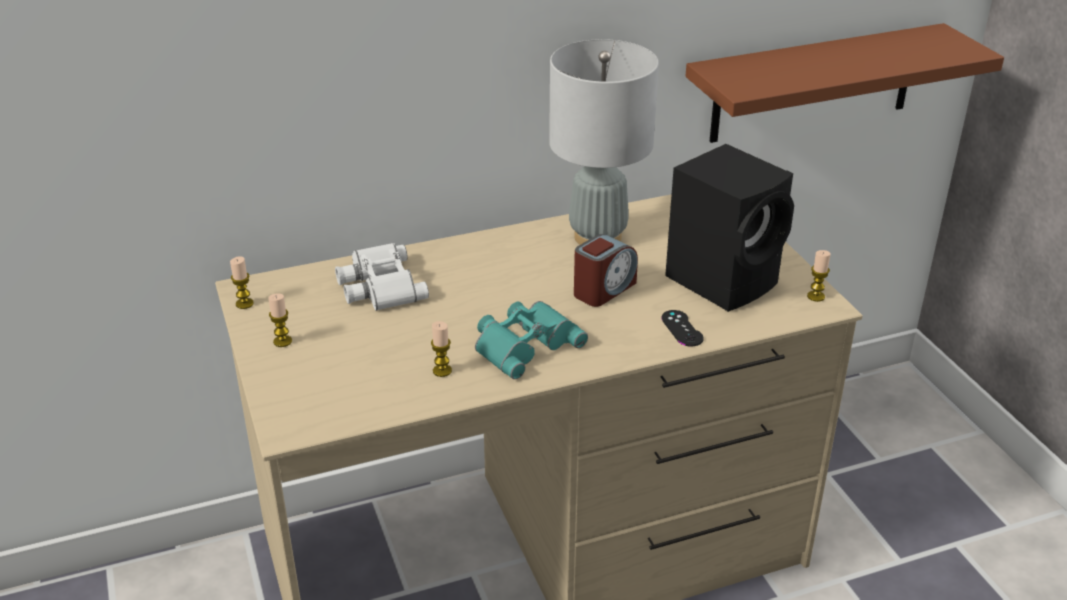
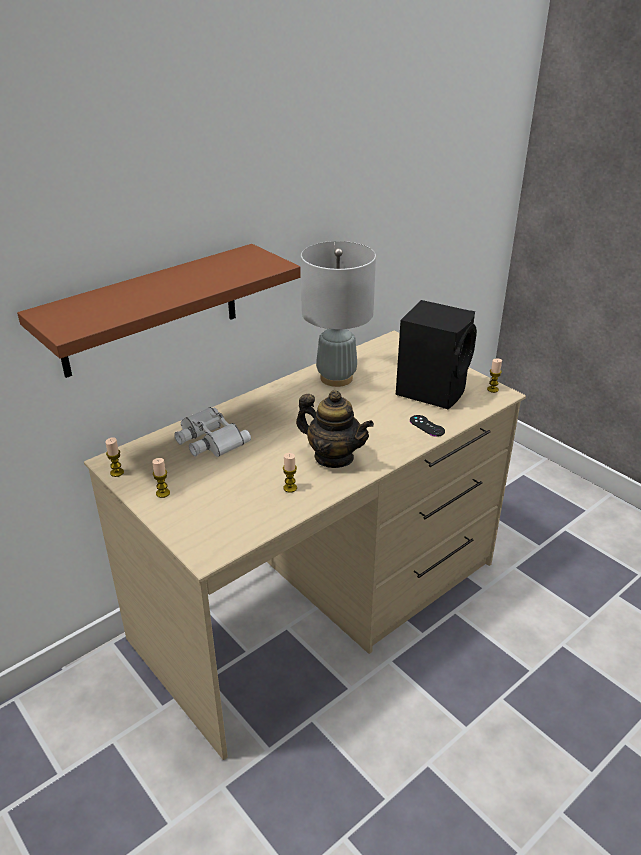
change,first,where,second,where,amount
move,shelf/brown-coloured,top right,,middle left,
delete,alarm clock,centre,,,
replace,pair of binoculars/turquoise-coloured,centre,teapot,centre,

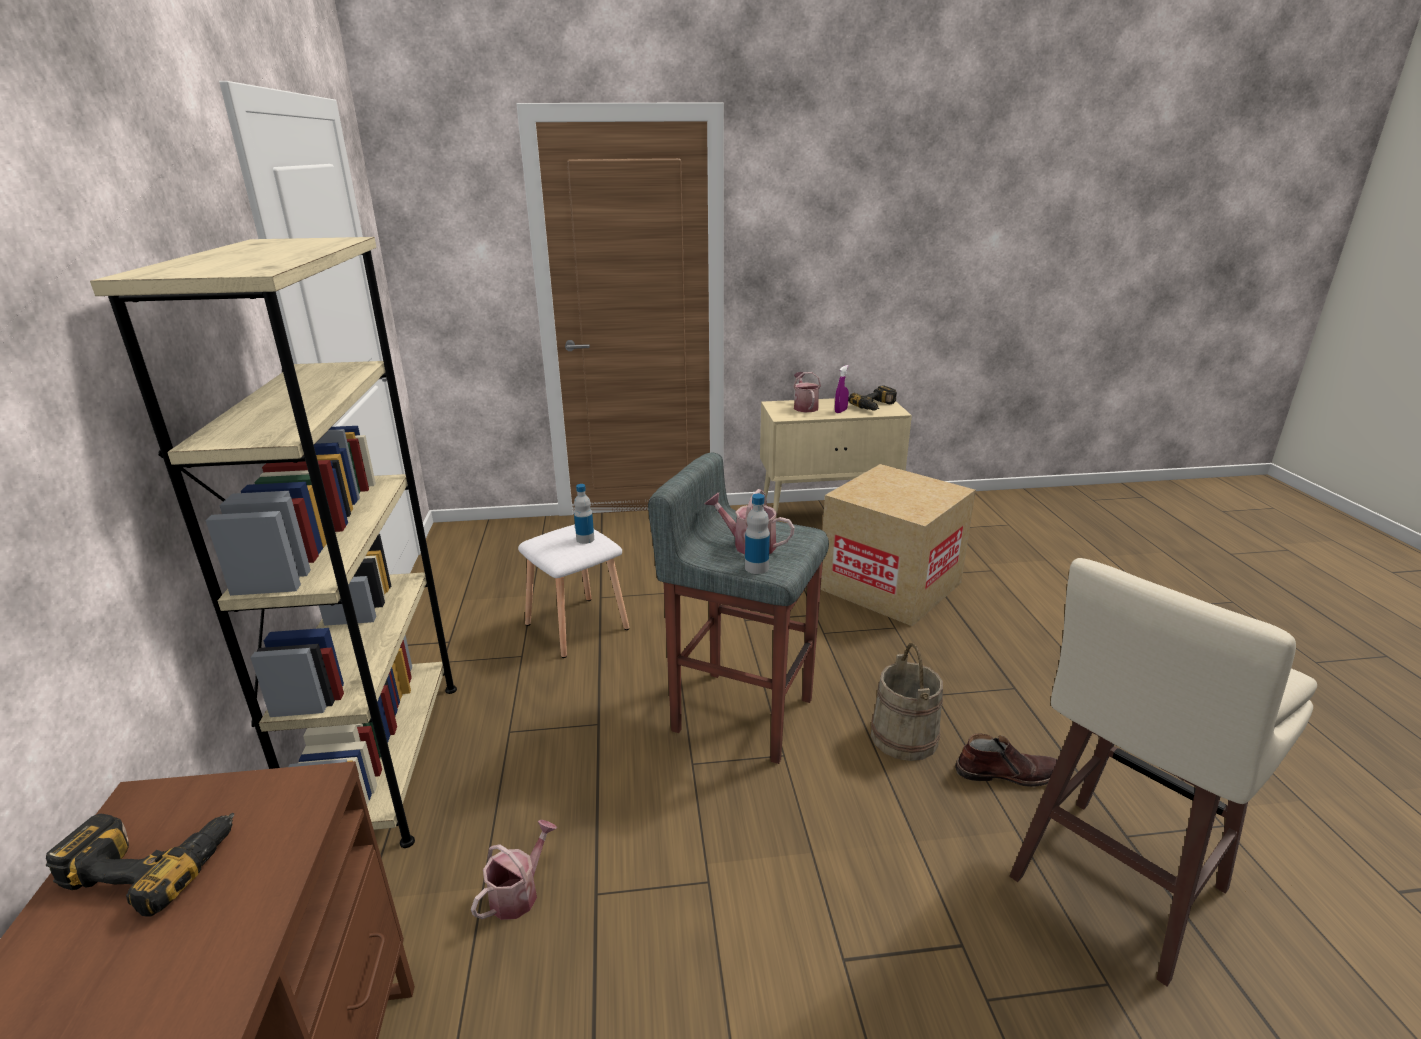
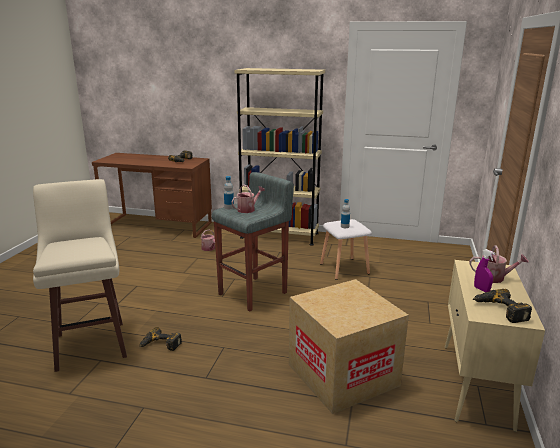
change,first,where,second,where,amount
delete,water bucket/sand-coloured,bottom centre,,,
replace,boot/brown-coloured,bottom right,electric drill (1st from left),bottom left,

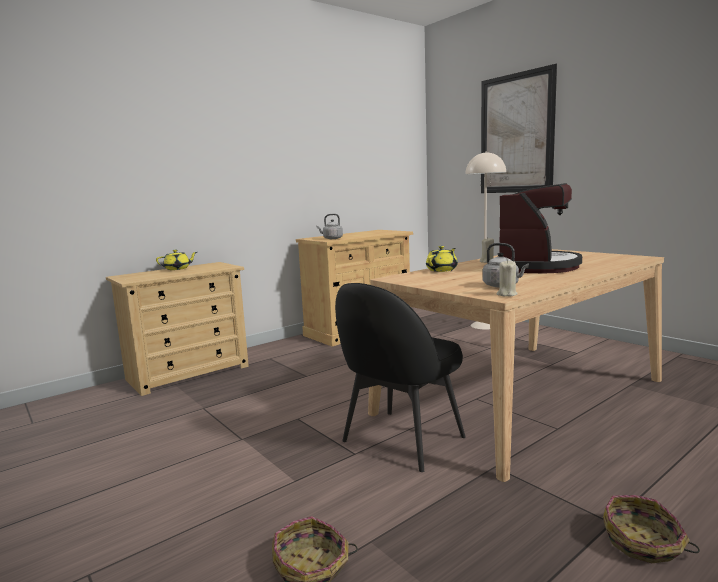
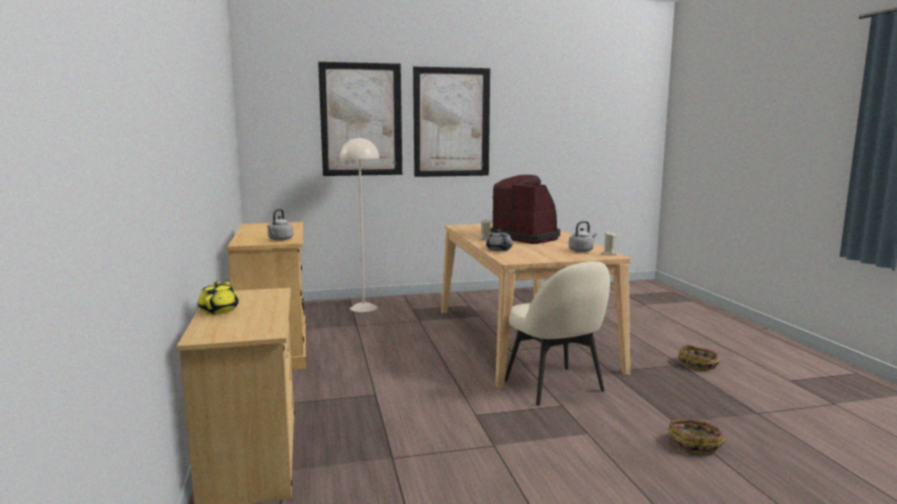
change,first,where,second,where,amount
recolor,teapot/yellow-coloured (2nd from left),centre,teapot/greyish,centre,
recolor,upright chair/black,centre,upright chair/sand-coloured,centre,
insert,,,wall art (2nd from left),top centre,

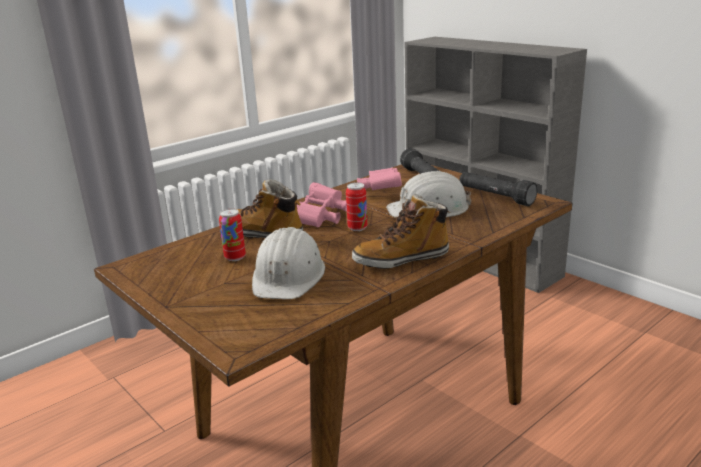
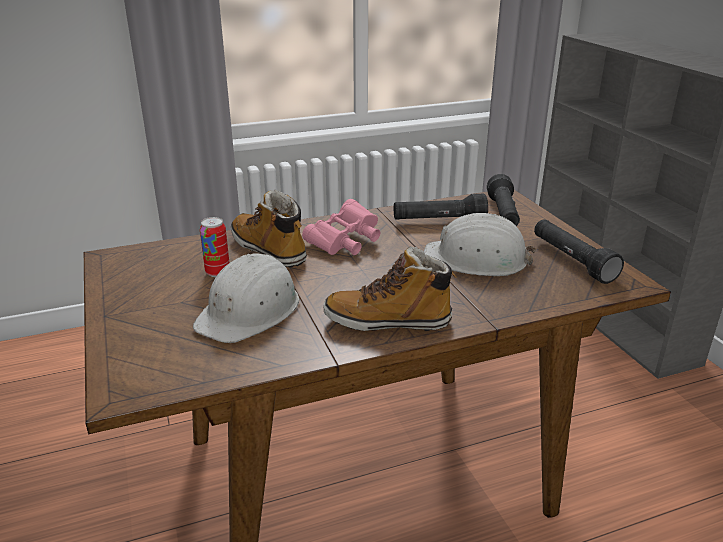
change,first,where,second,where,amount
replace,pair of binoculars/pinkish (2nd from left),centre,hand torch/black (1st from left),centre,
delete,can (2nd from left),centre,,,

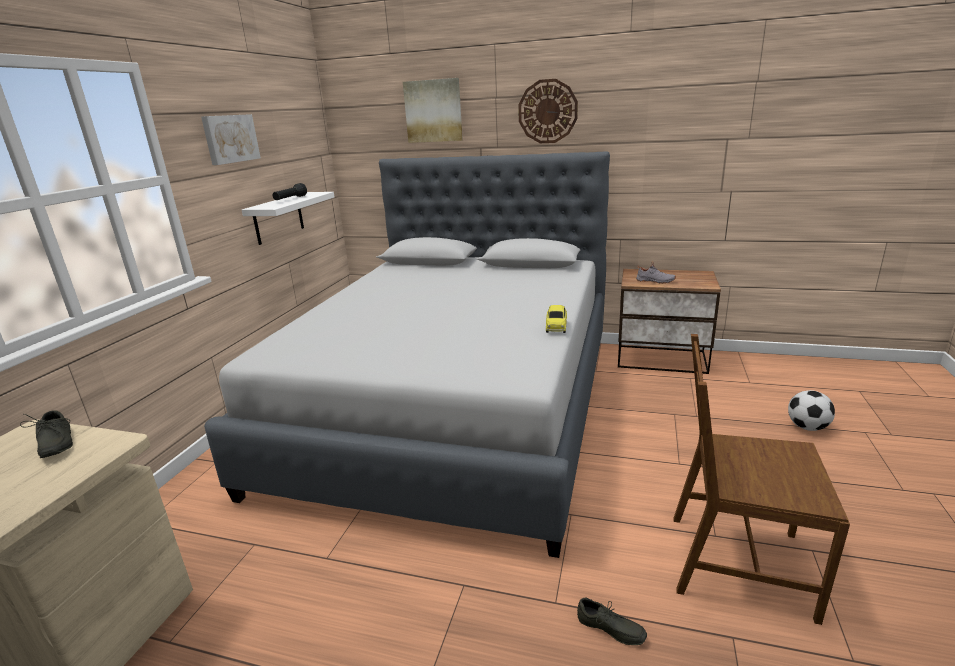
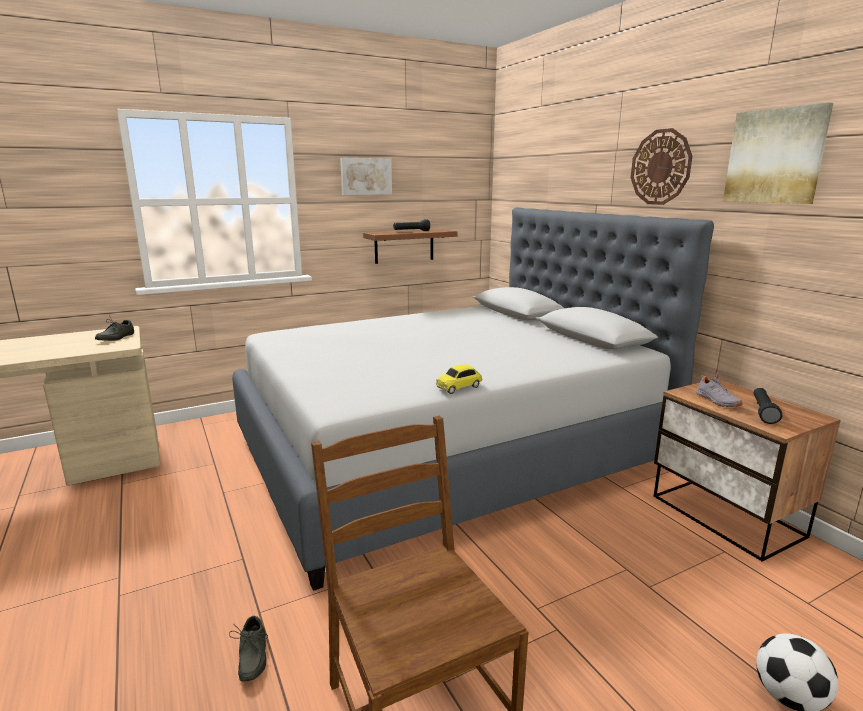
change,first,where,second,where,amount
move,wall art (2nd from left),top centre,,top right,
recolor,shelf/whitish,top left,shelf/brown-coloured,centre,
insert,,,hand torch/black (2nd from left),middle right,

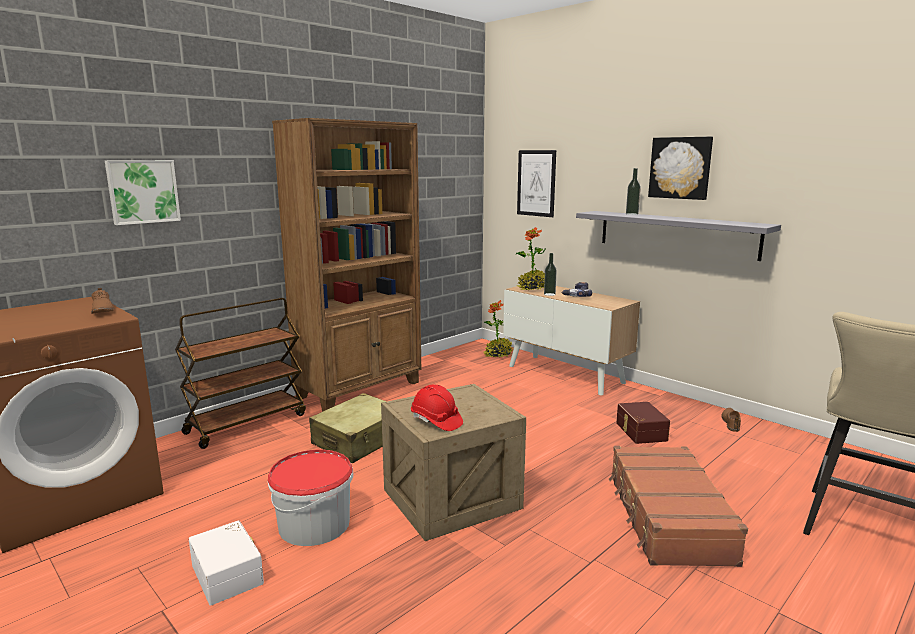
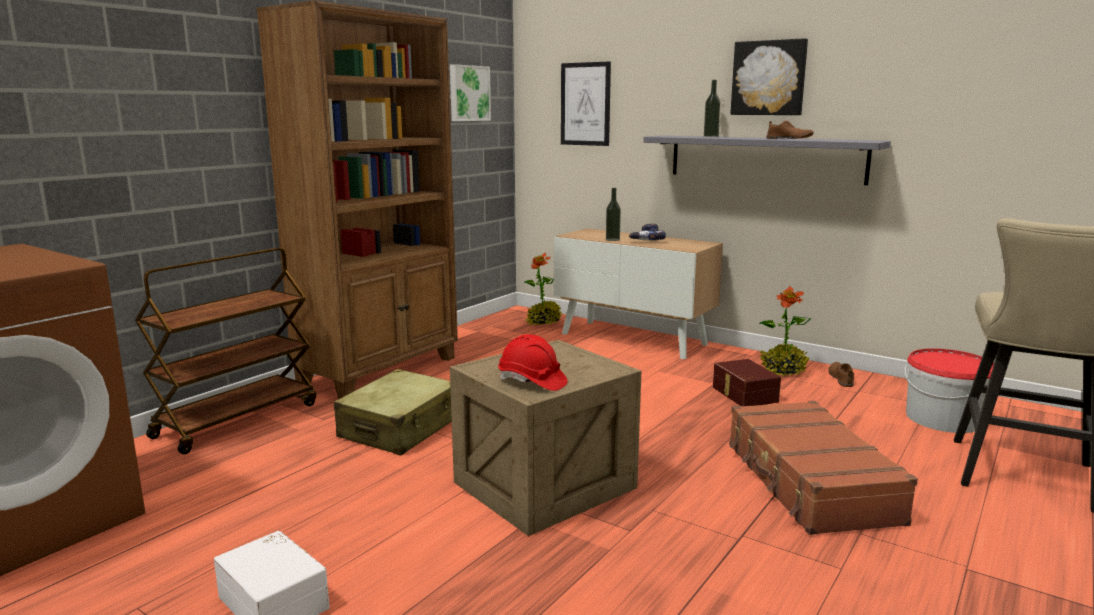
change,first,where,second,where,amount
move,wall art (1st from left),top left,,top centre,
move,potted plant (2nd from left),centre,,middle right,
move,low shoe/brown-coloured (1st from left),middle left,,top right,
move,water bucket,bottom centre,,middle right,

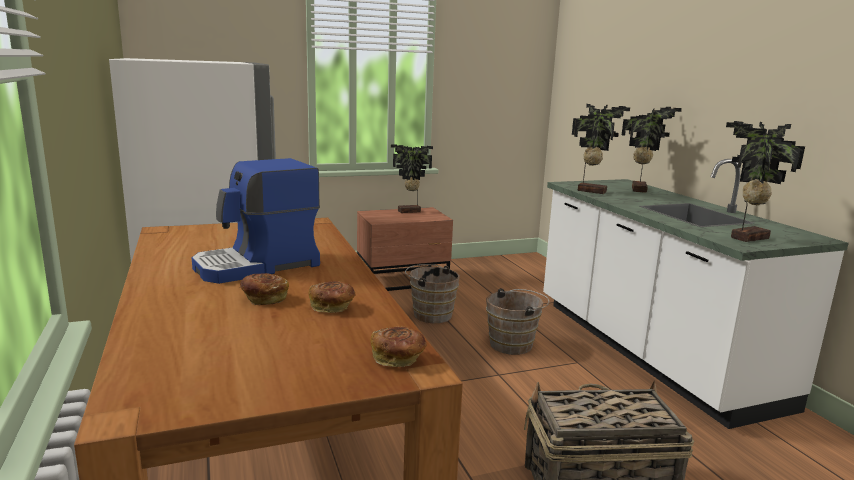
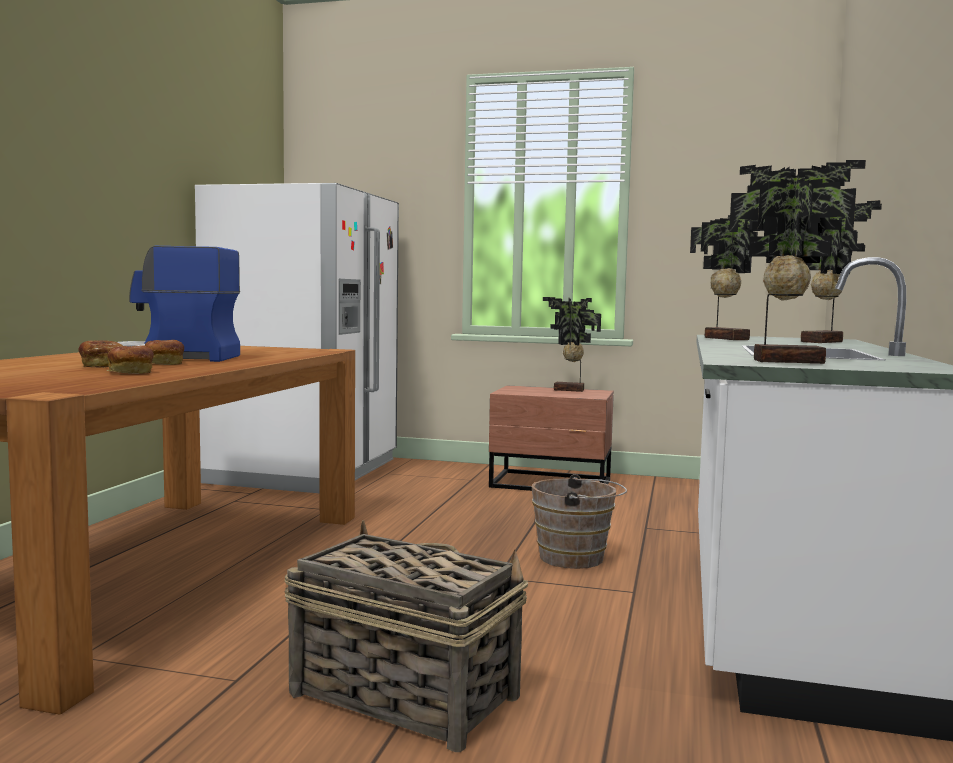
change,first,where,second,where,amount
delete,water bucket/brown-coloured (1st from left),centre,,,
move,bread (3rd from left),bottom centre,,middle left,

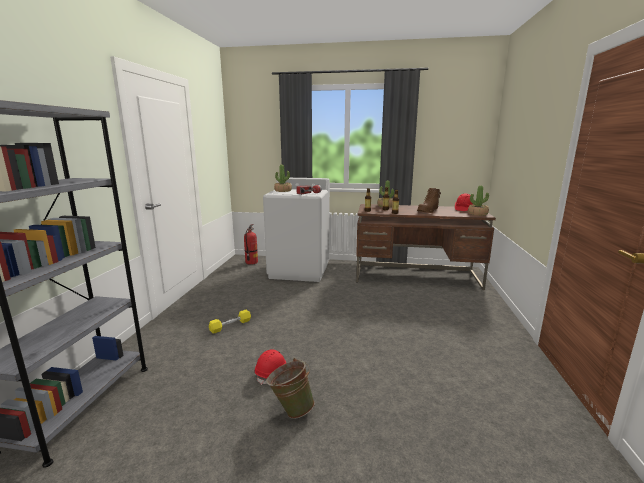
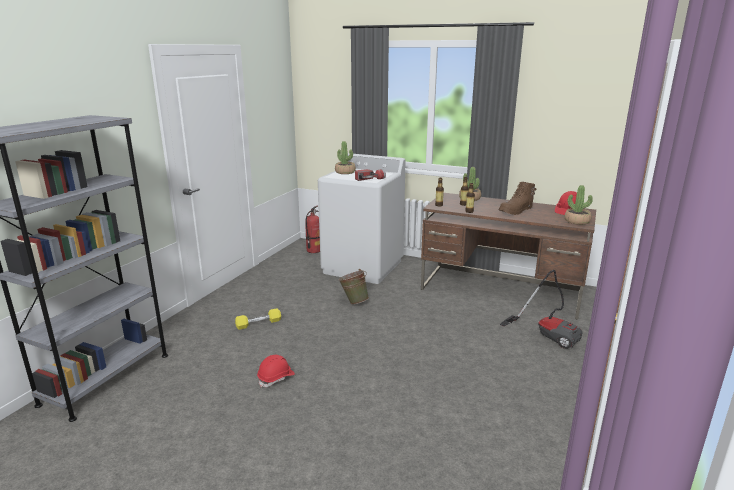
change,first,where,second,where,amount
move,water bucket/green-coloured,bottom centre,,centre,
insert,,,vacuum cleaner,middle right,

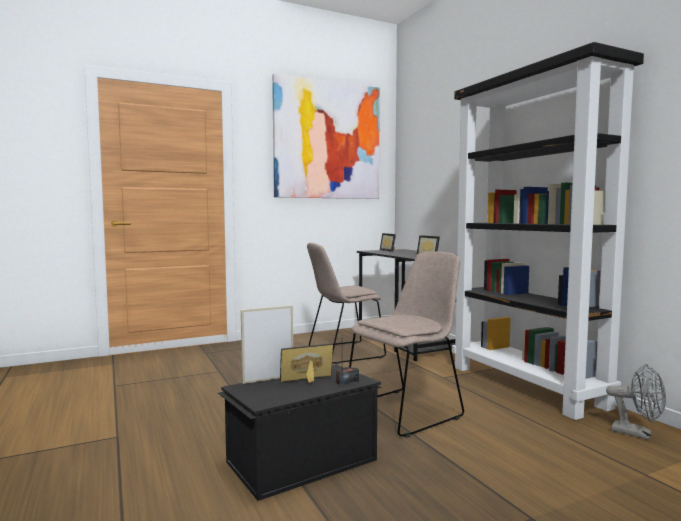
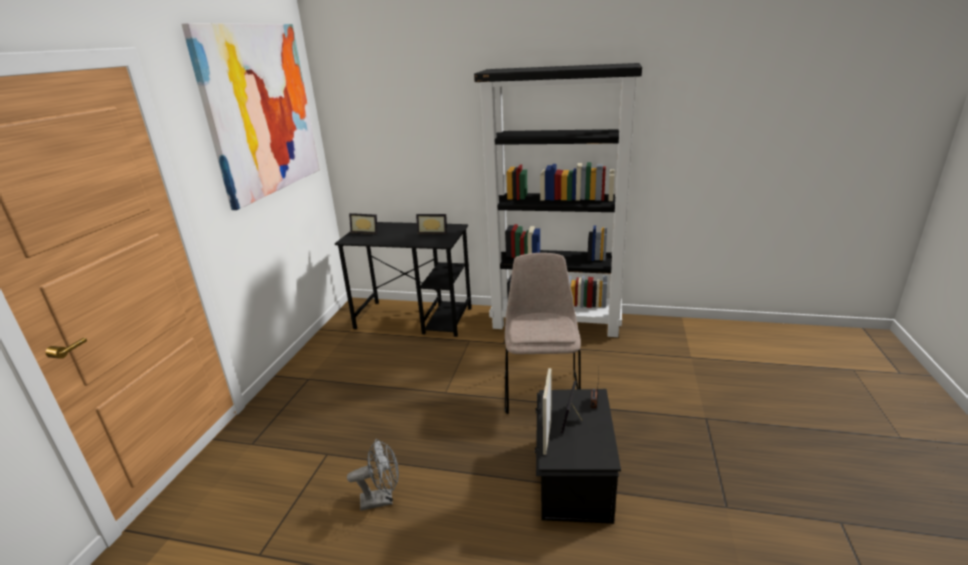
change,first,where,second,where,amount
delete,upright chair/sand-coloured (1st from left),centre,,,
move,fan/greyish,bottom right,,bottom centre,

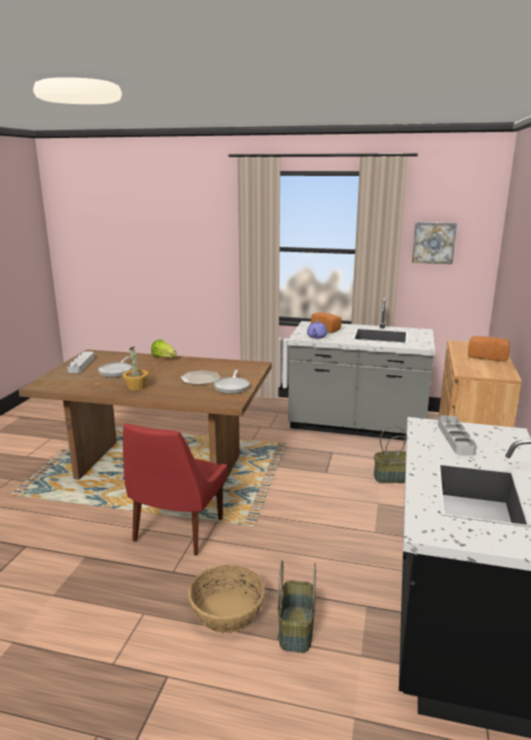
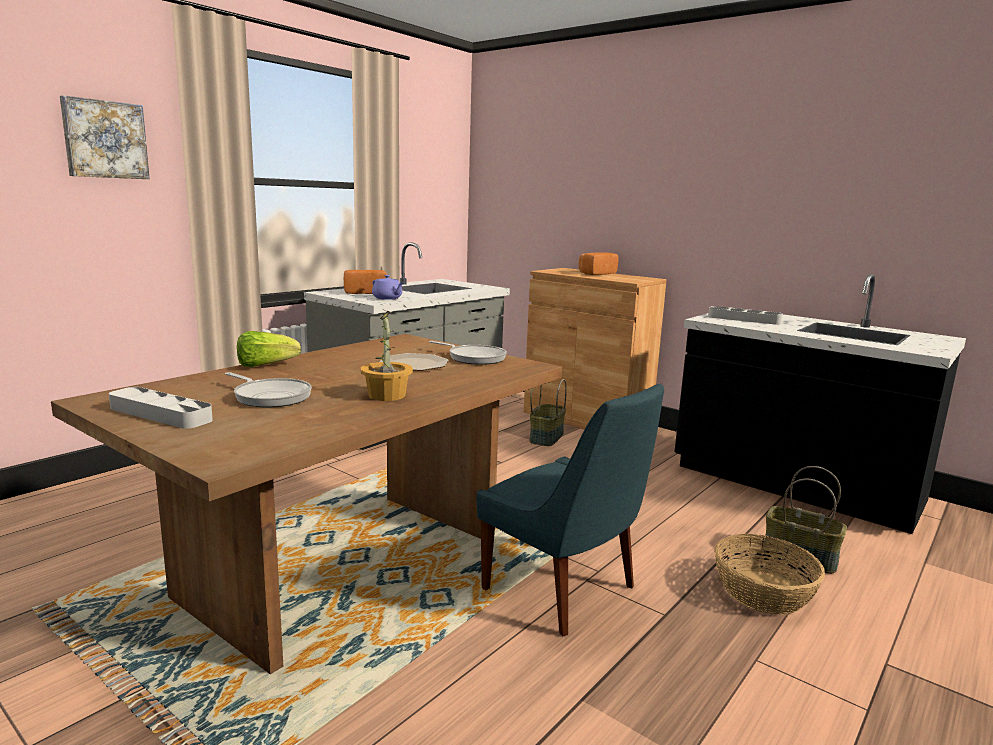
change,first,where,second,where,amount
move,wall art,top right,,top left,
recolor,upright chair/red-coloured,middle left,upright chair/bluish,bottom centre,

